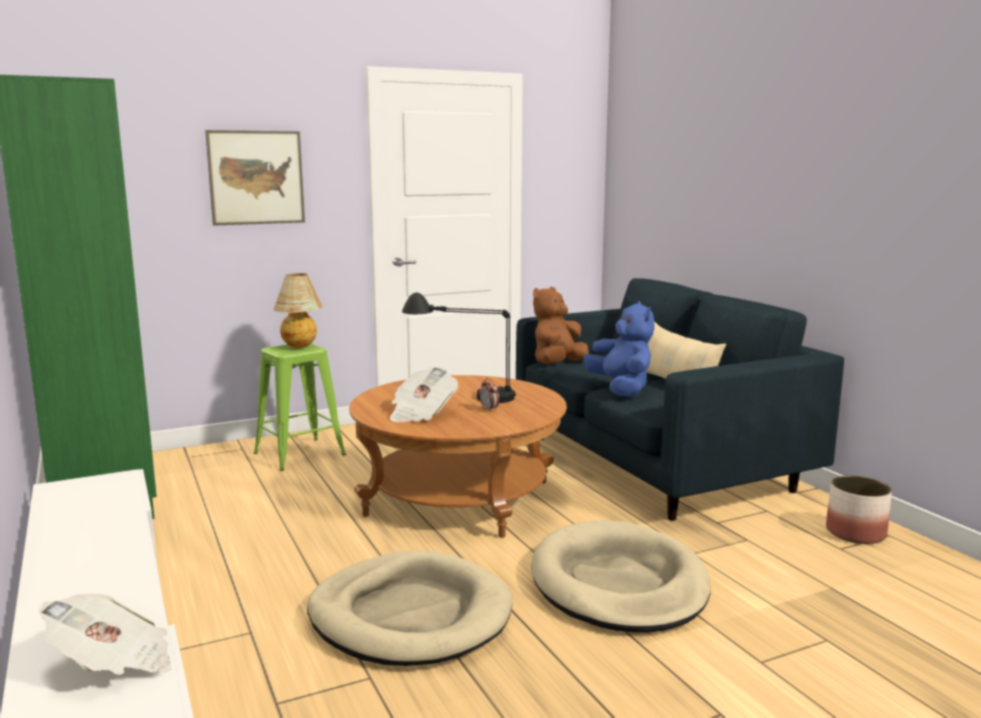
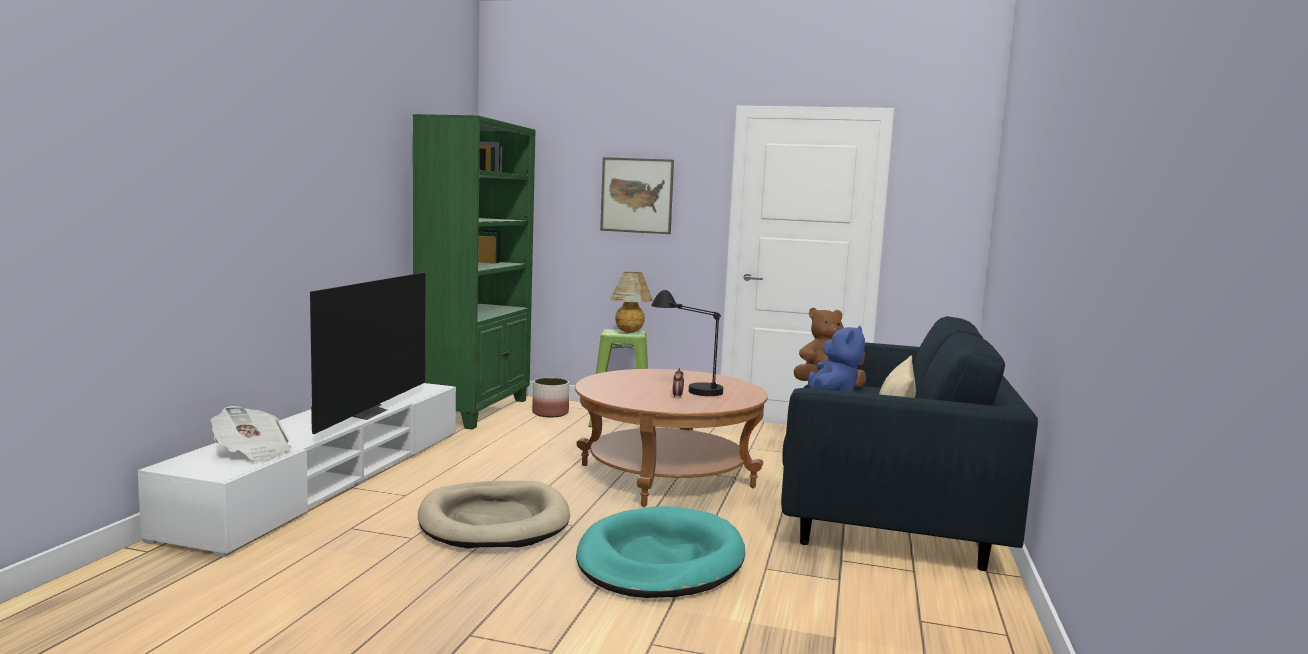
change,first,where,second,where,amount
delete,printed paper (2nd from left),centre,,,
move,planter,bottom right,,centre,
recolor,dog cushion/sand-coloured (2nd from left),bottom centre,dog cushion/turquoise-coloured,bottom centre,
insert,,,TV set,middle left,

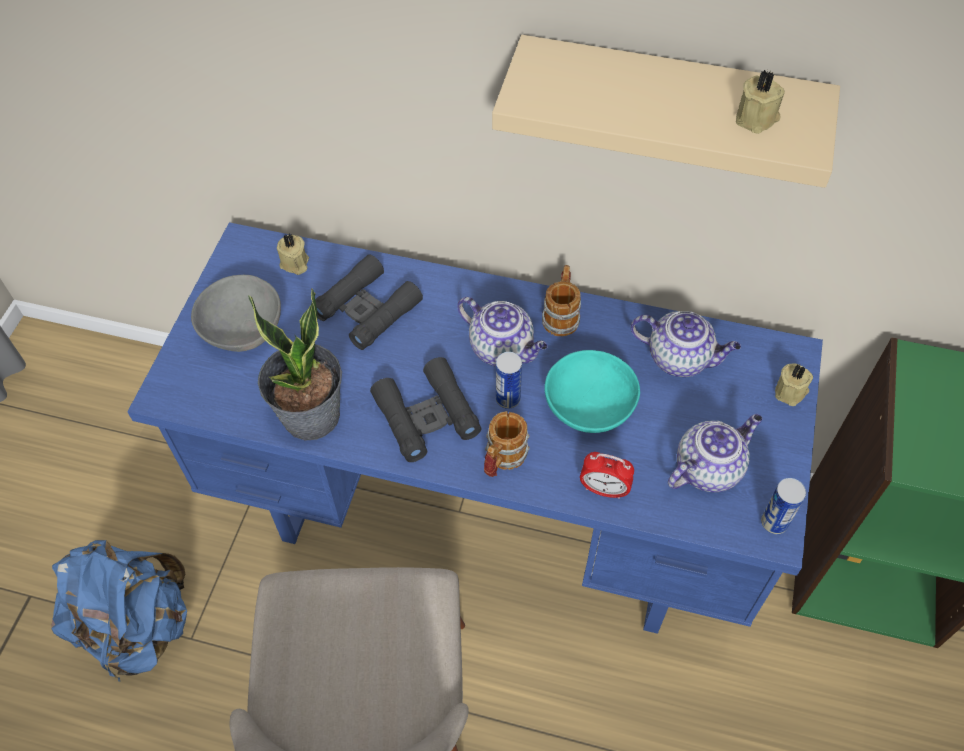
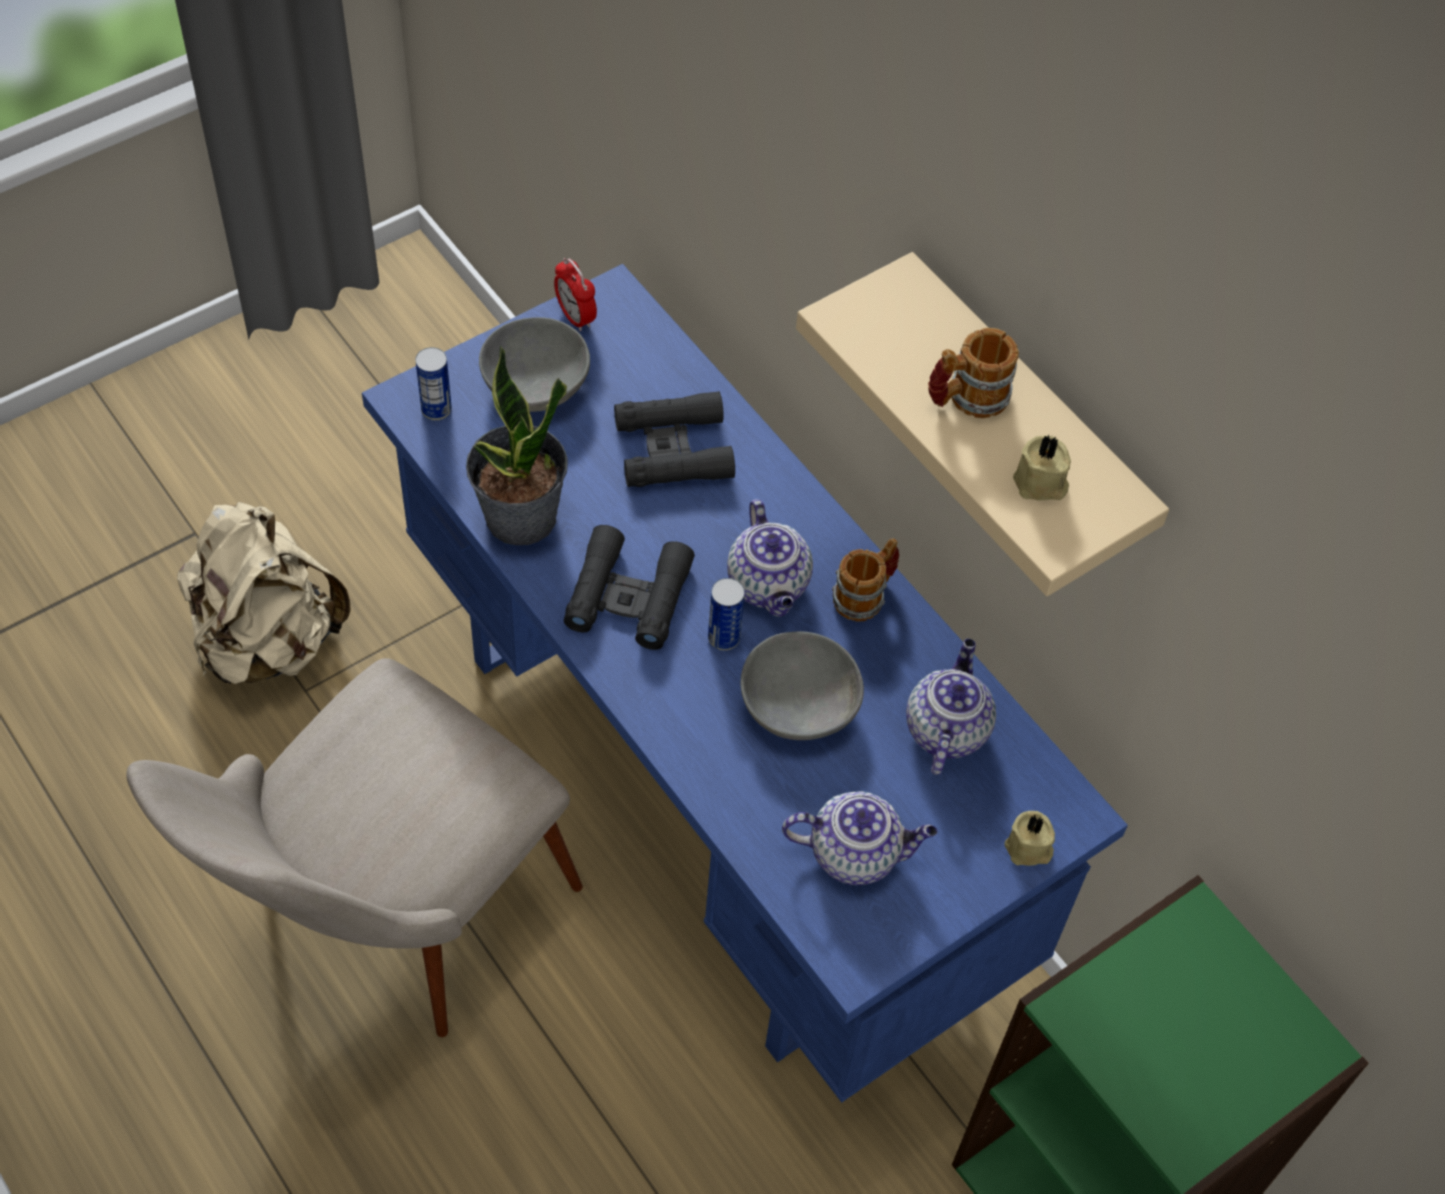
change,first,where,second,where,amount
delete,candle/sand-coloured (1st from left),middle left,,,
rotate,teapot (2nd from left in the first image),middle right,teapot (3rd from left),centre,135 degrees counterclockwise
recolor,serving bowl/turquoise-coloured,centre,serving bowl/greyish (2nd from left),centre,
move,tea mug (1st from left in the first image),centre,tea mug (2nd from left),top right,
move,alarm clock,centre,,top centre,
move,can (2nd from left in the first image),bottom right,can (1st from left),top left,
recolor,knapsack/bluish,bottom left,knapsack/sand-coloured,middle left,

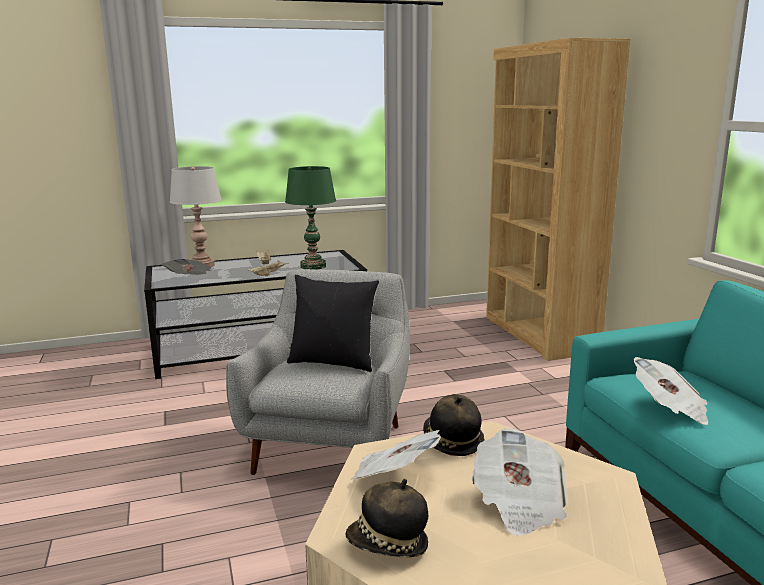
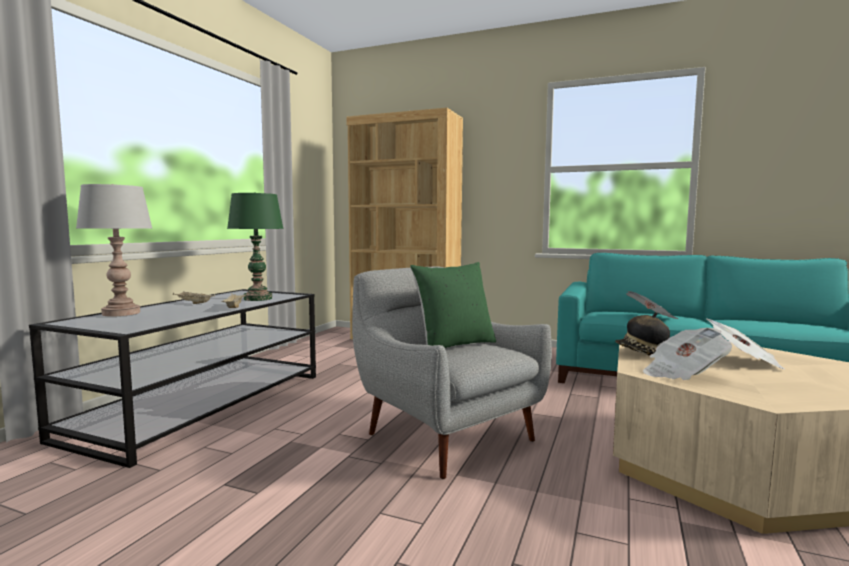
change,first,where,second,where,amount
delete,printed paper (1st from left),middle left,,,
recolor,pillow/black,centre,pillow/green-coloured,centre,
delete,hat (1st from left),bottom centre,,,

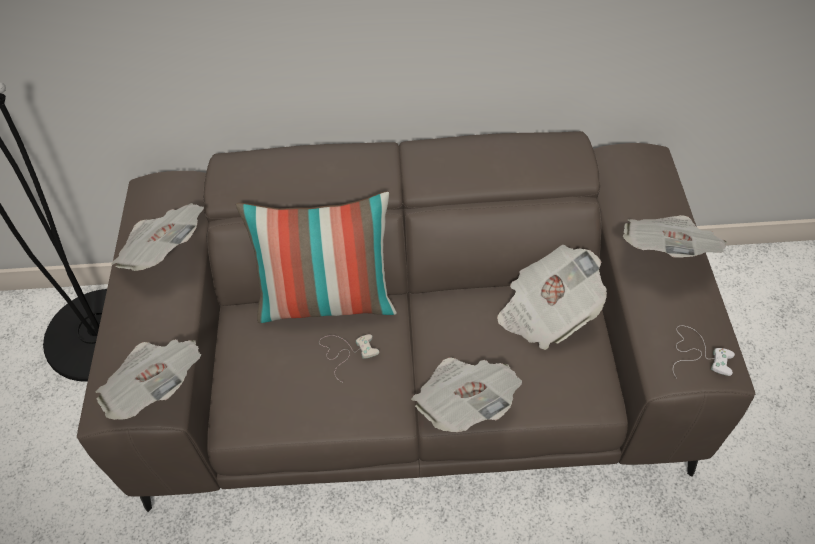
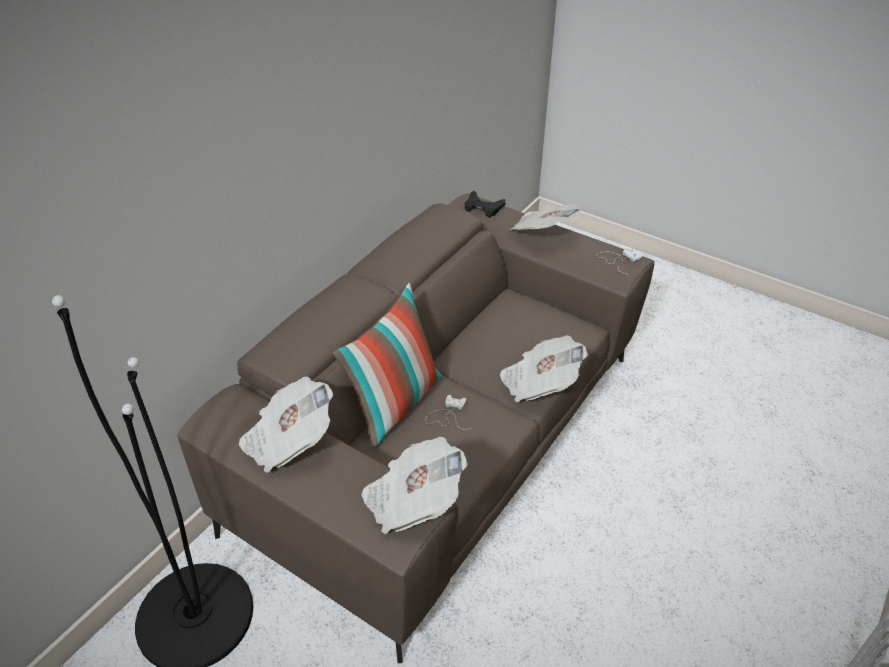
change,first,where,second,where,amount
delete,printed paper (4th from left),middle right,,,
insert,,,game controller/black,top centre,

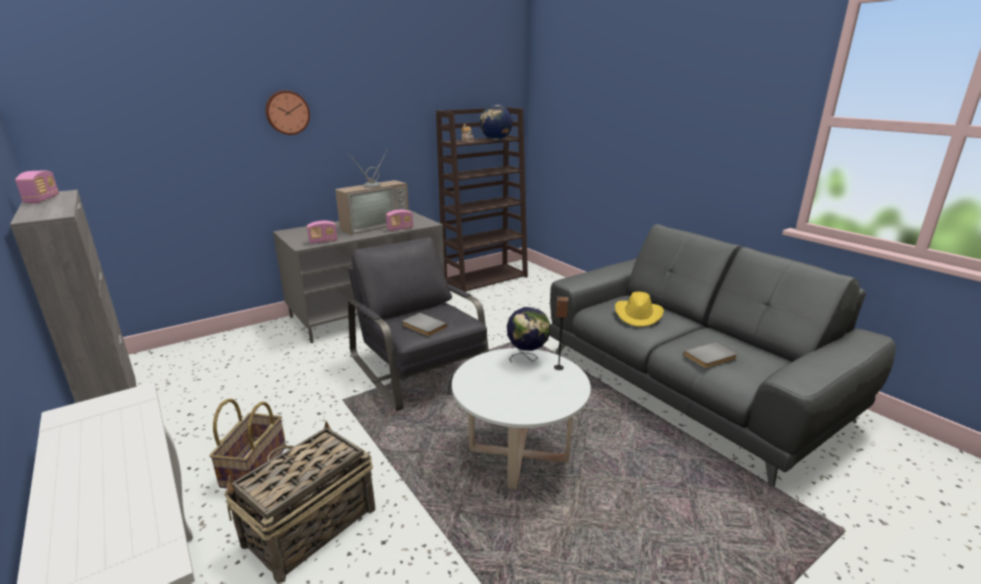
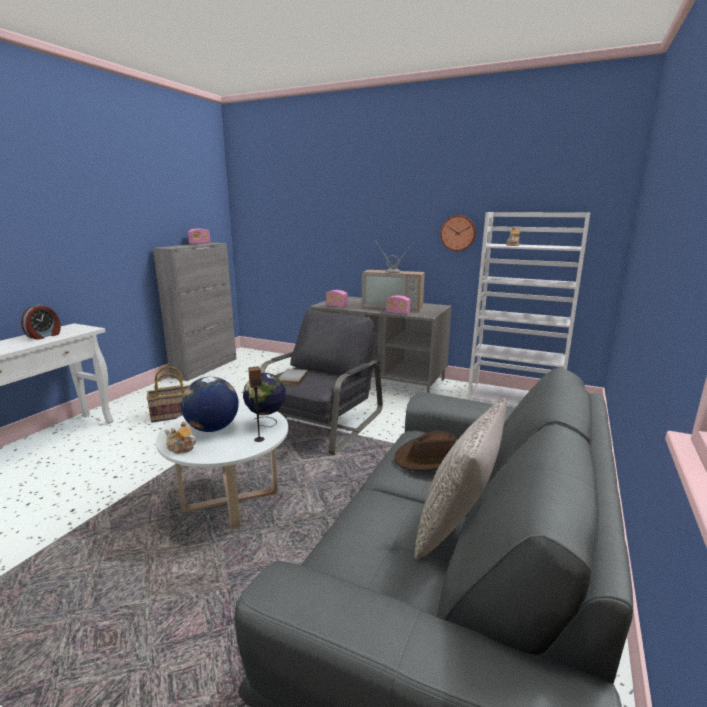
change,first,where,second,where,amount
move,clock on the wall,top left,,top centre,
move,globe (1st from left),top centre,,middle left,
recolor,bookshelf/brown-coloured,centre,bookshelf/whitish,middle right,
recolor,hat/yellow-coloured,centre,hat/brown-coloured,centre,
delete,bound book/greyish (2nd from left),middle right,,,
delete,storage basket (2nd from left),bottom left,,,
insert,,,alarm clock,middle left,
insert,,,pillow/greyish,bottom centre,
insert,,,teapot (1st from left),middle left,

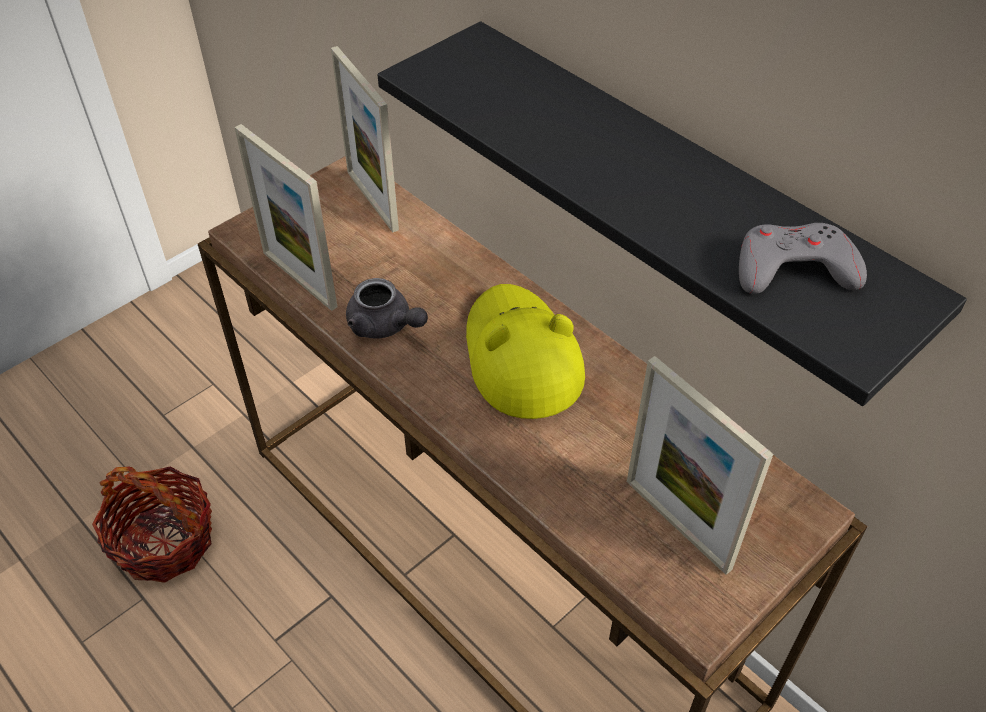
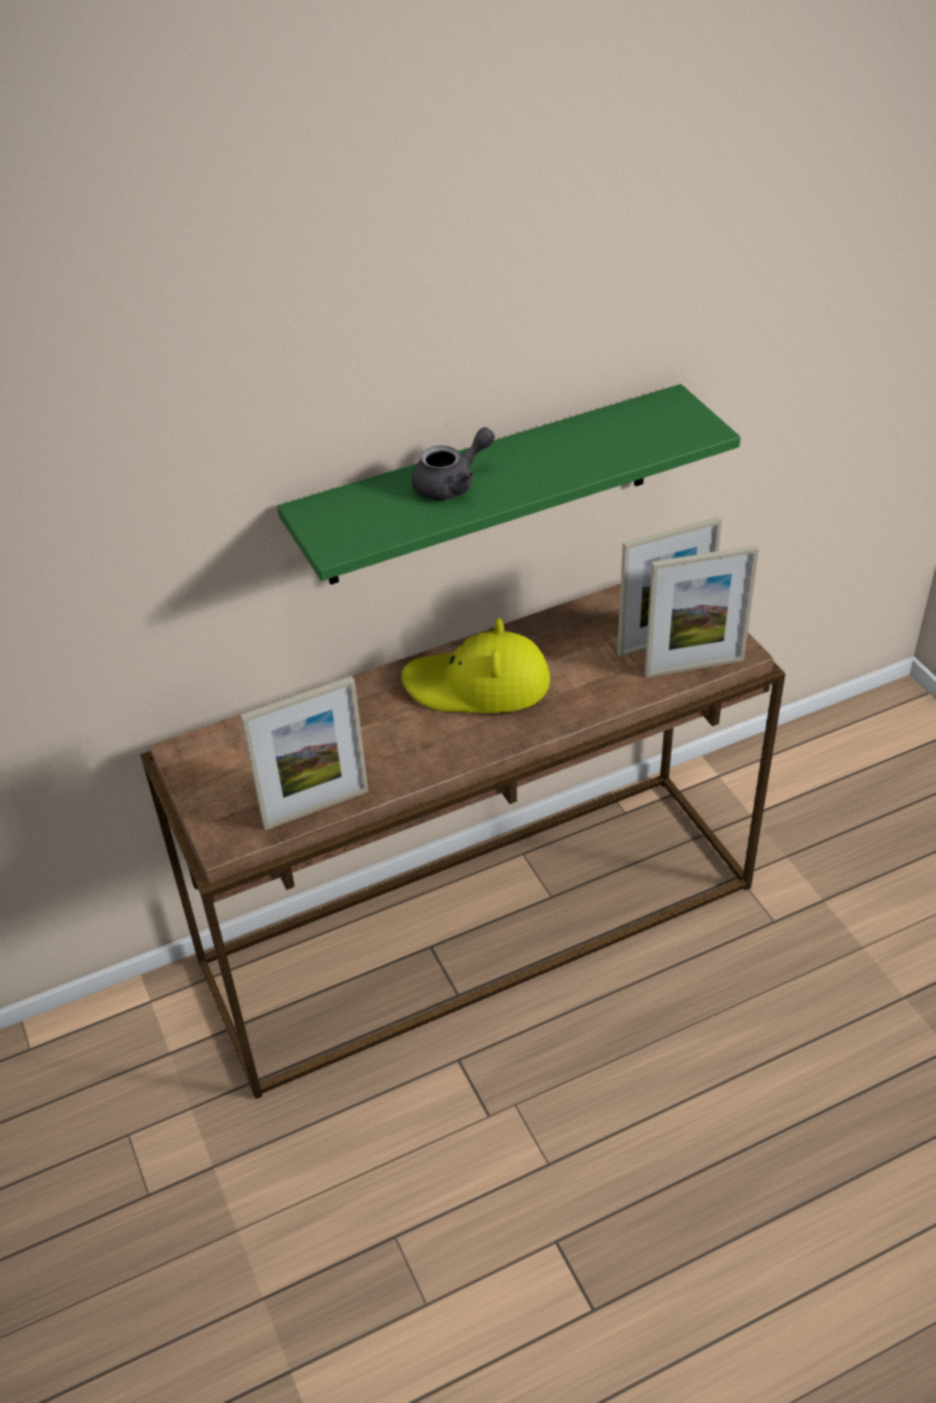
change,first,where,second,where,amount
recolor,shelf/black,top right,shelf/green-coloured,centre,
move,standing frame (2nd from left in the first image),top centre,standing frame (3rd from left),middle right,
delete,game controller/greyish,middle right,,,
move,teapot/greyish,centre,,top centre,
delete,storage basket,bottom left,,,

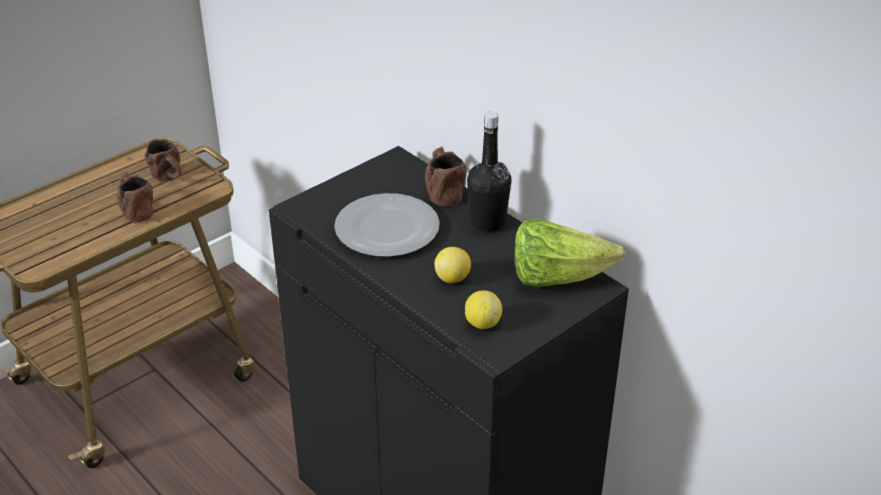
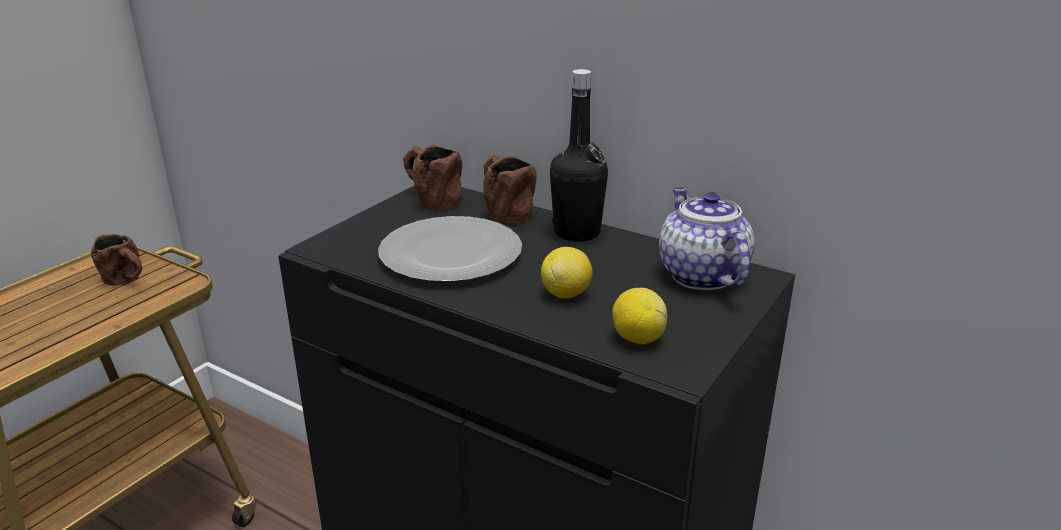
change,first,where,second,where,amount
move,tea mug/brown-coloured (1st from left in the first image),middle left,tea mug/brown-coloured (2nd from left),centre,
replace,head of lettuce,centre,teapot,centre,

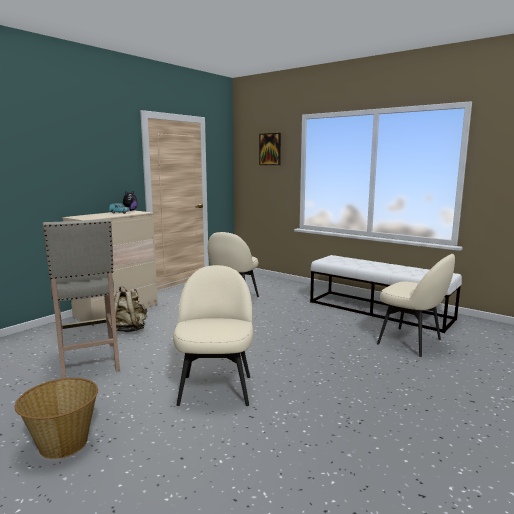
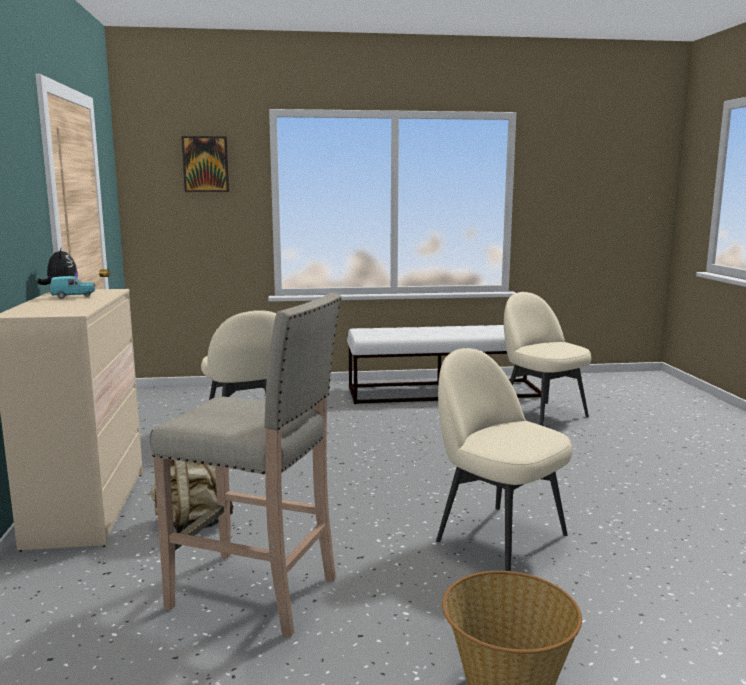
change,first,where,second,where,amount
rotate,upright chair/sand-coloured (3rd from left),middle right,,middle right,120 degrees counterclockwise

